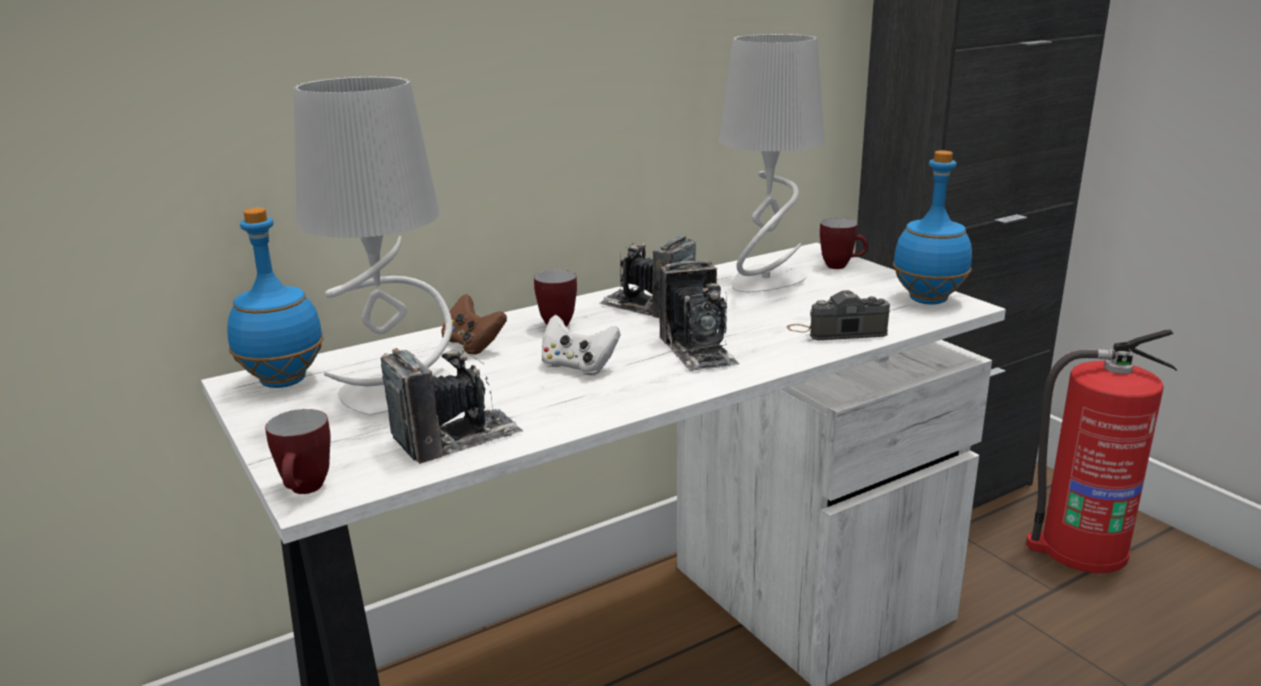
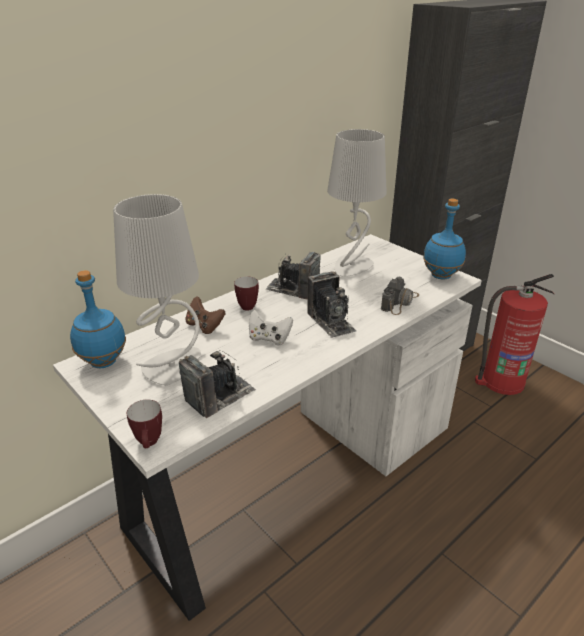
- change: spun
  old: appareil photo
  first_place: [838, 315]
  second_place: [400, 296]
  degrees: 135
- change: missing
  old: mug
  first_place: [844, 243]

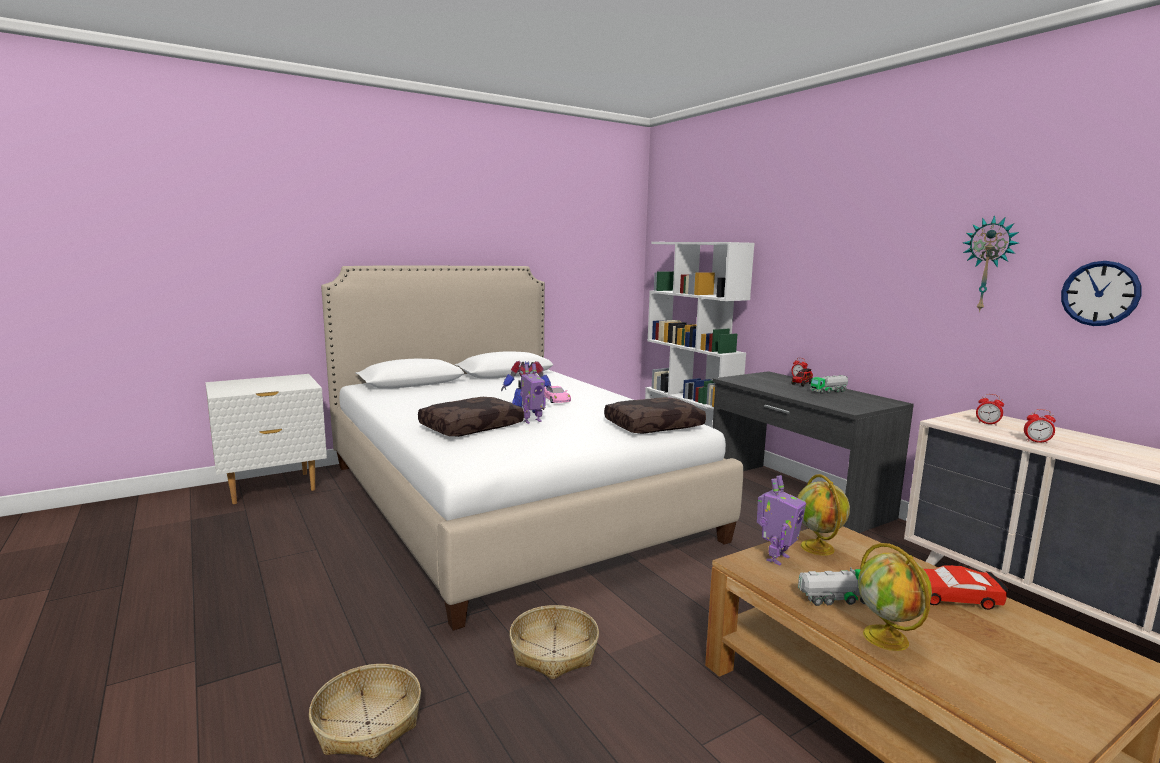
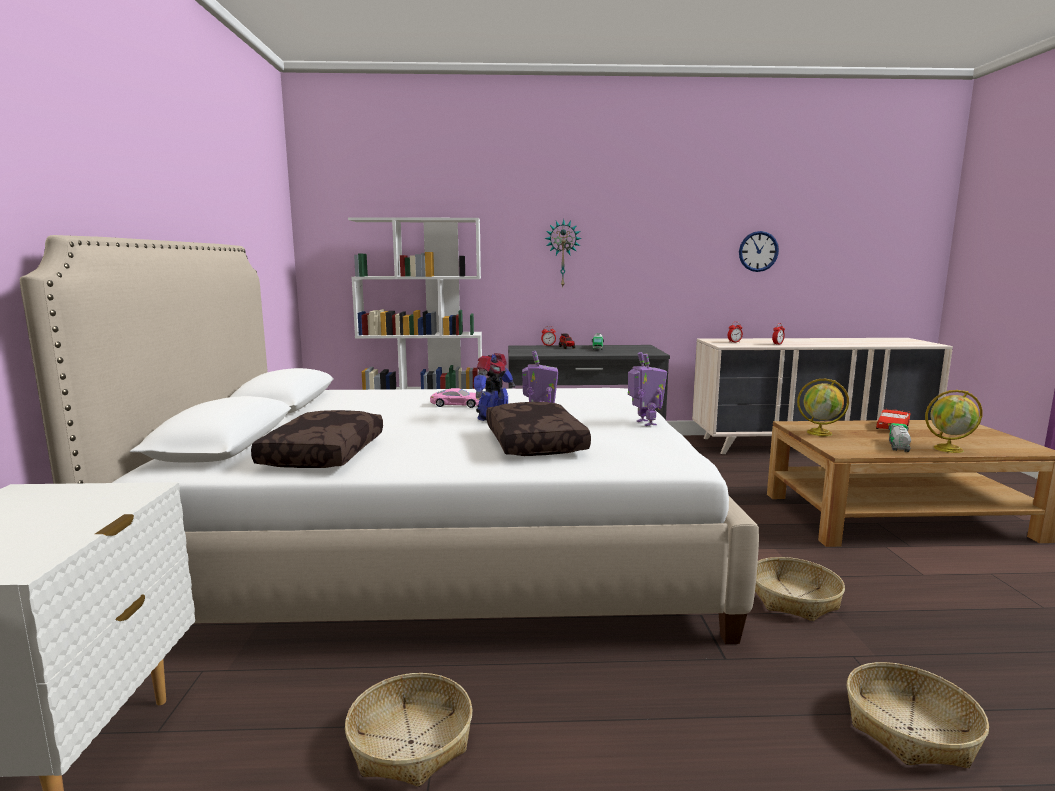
- change: relocated
  old: coussin/marron
  first_place: [655, 415]
  second_place: [317, 439]
- change: relocated
  old: robot jouet
  first_place: [781, 520]
  second_place: [647, 389]
- change: relocated
  old: horloge murale
  first_place: [991, 263]
  second_place: [563, 253]
- change: appeared
  new: panier
  second_place: [408, 730]

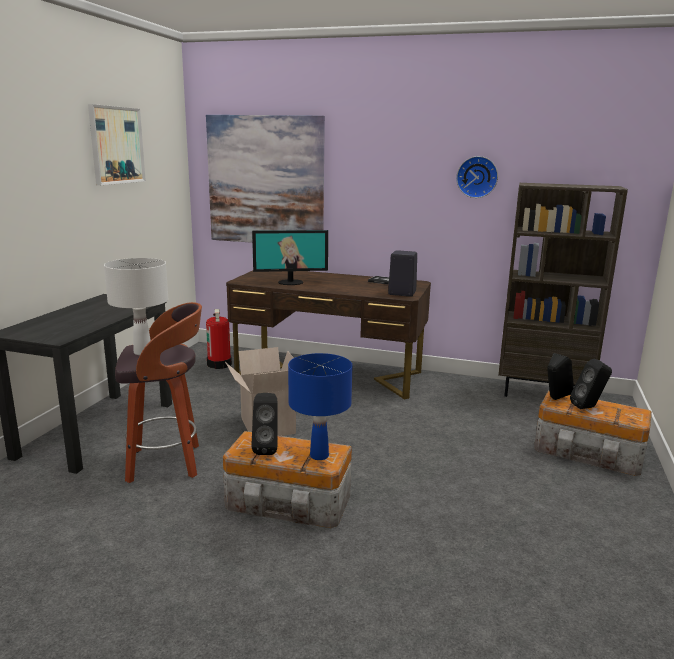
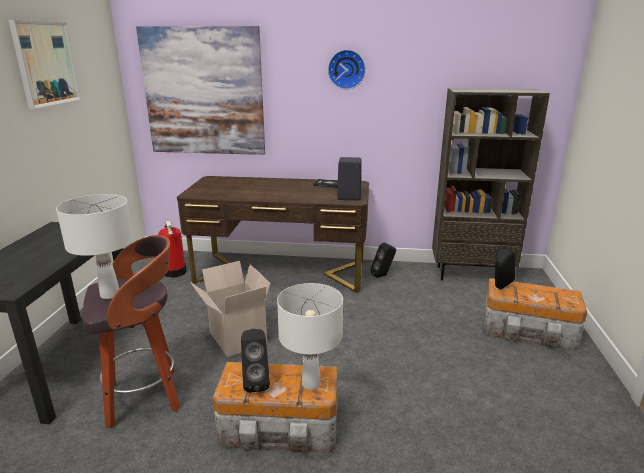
- change: missing
  old: écran d'ordinateur
  first_place: [290, 257]
- change: colour
  old: lampe de table/bleu
  new: lampe de table/blanc
  first_place: [320, 406]
  second_place: [310, 336]
- change: relocated
  old: horloge murale
  first_place: [477, 177]
  second_place: [347, 70]
- change: relocated
  old: enceinte/noir
  first_place: [591, 384]
  second_place: [383, 260]

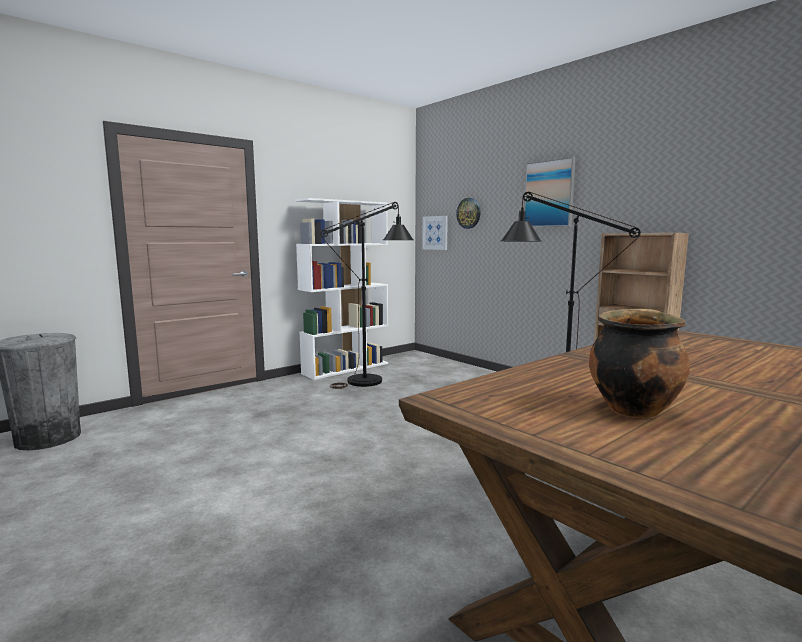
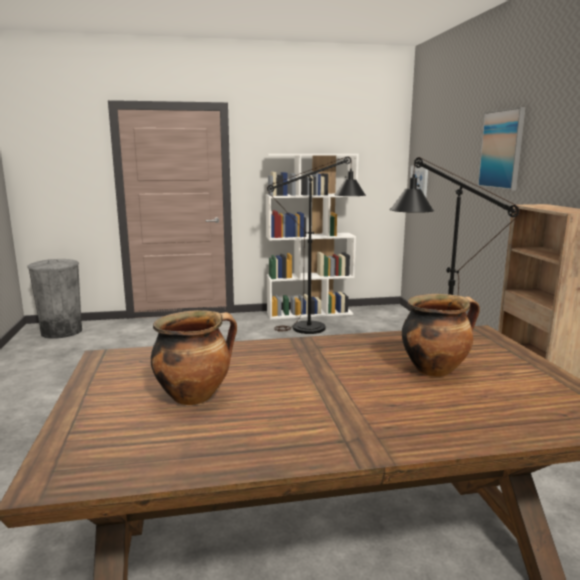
- change: missing
  old: horloge murale
  first_place: [468, 213]
- change: appeared
  new: marmite
  second_place: [441, 335]

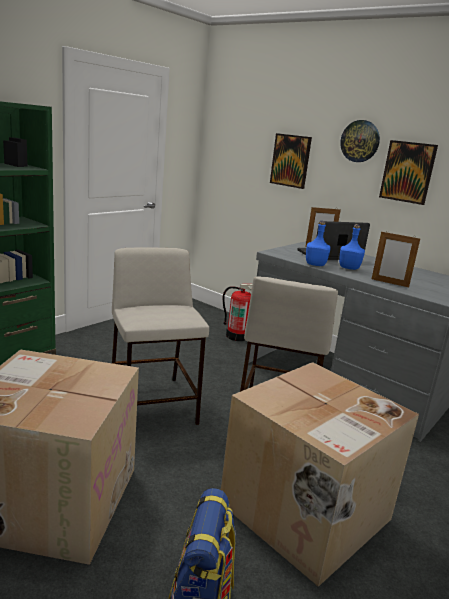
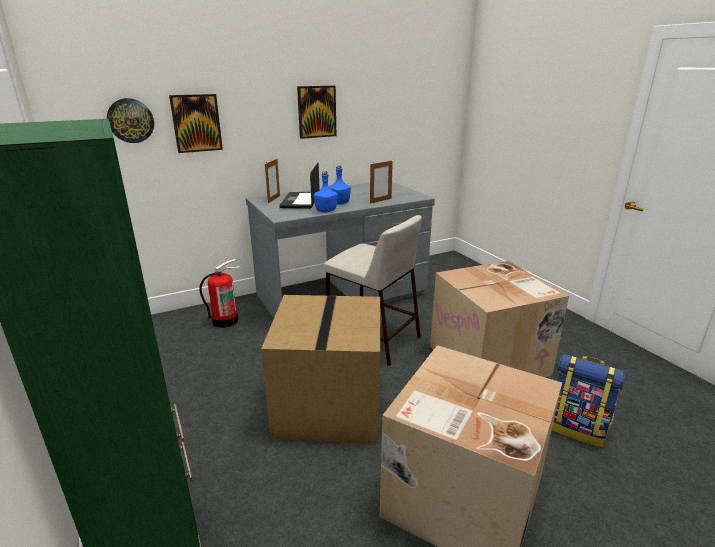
- change: exchanged
  old: tabouret/beige
  new: carton
  first_place: [160, 336]
  second_place: [320, 369]
- change: relocated
  old: horloge murale
  first_place: [360, 141]
  second_place: [130, 120]

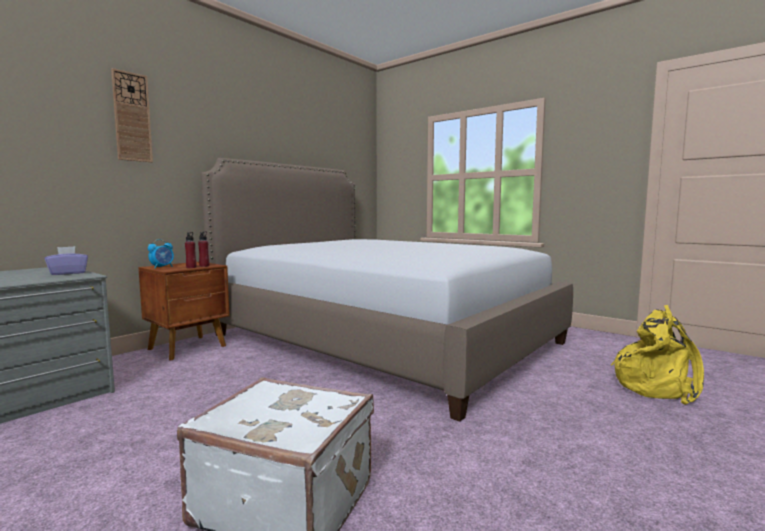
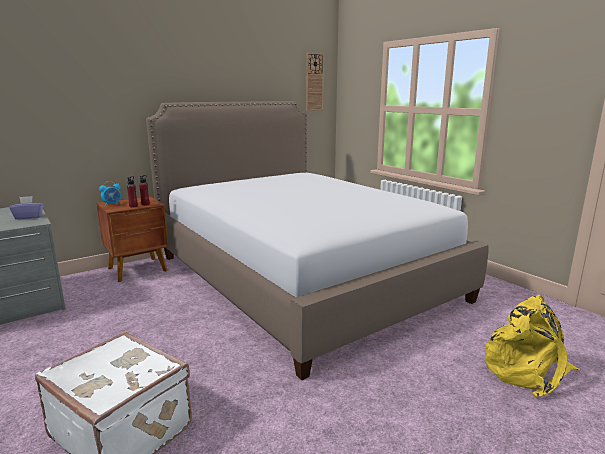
- change: relocated
  old: horloge murale
  first_place: [132, 115]
  second_place: [315, 81]

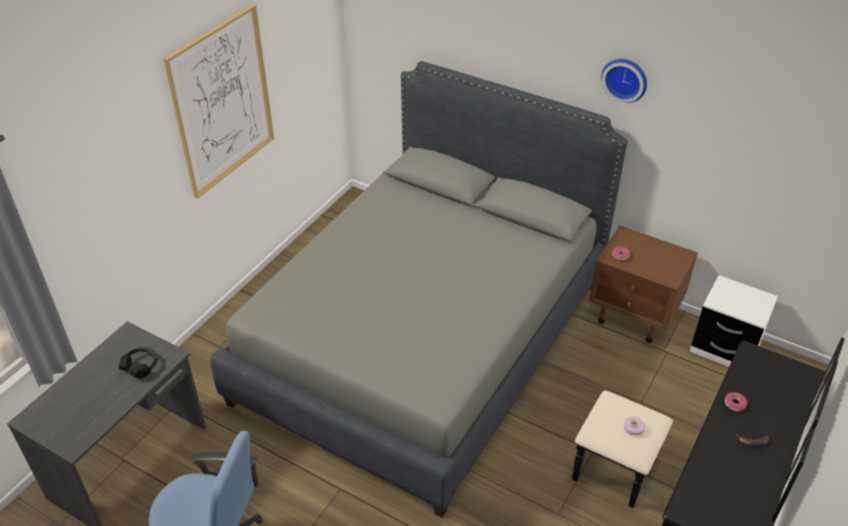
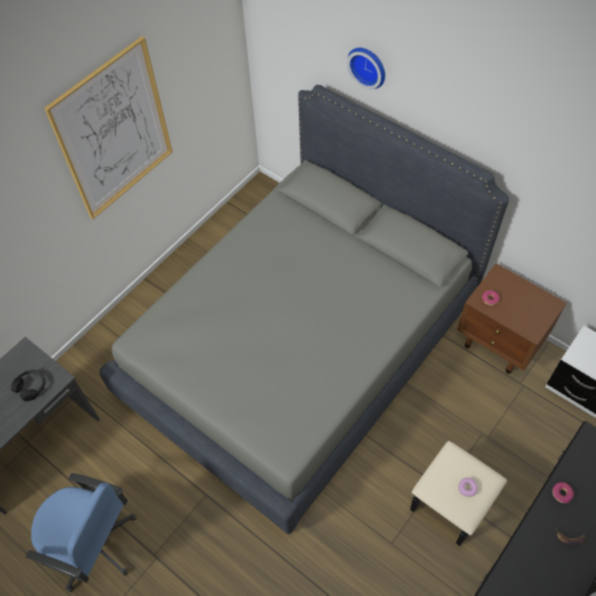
- change: relocated
  old: horloge murale
  first_place: [624, 81]
  second_place: [366, 68]

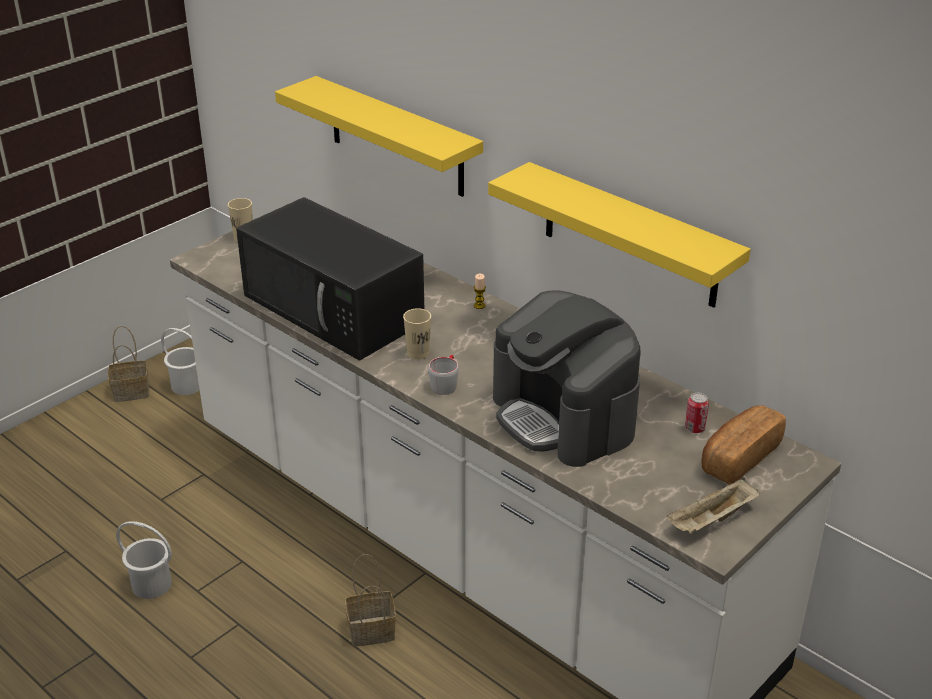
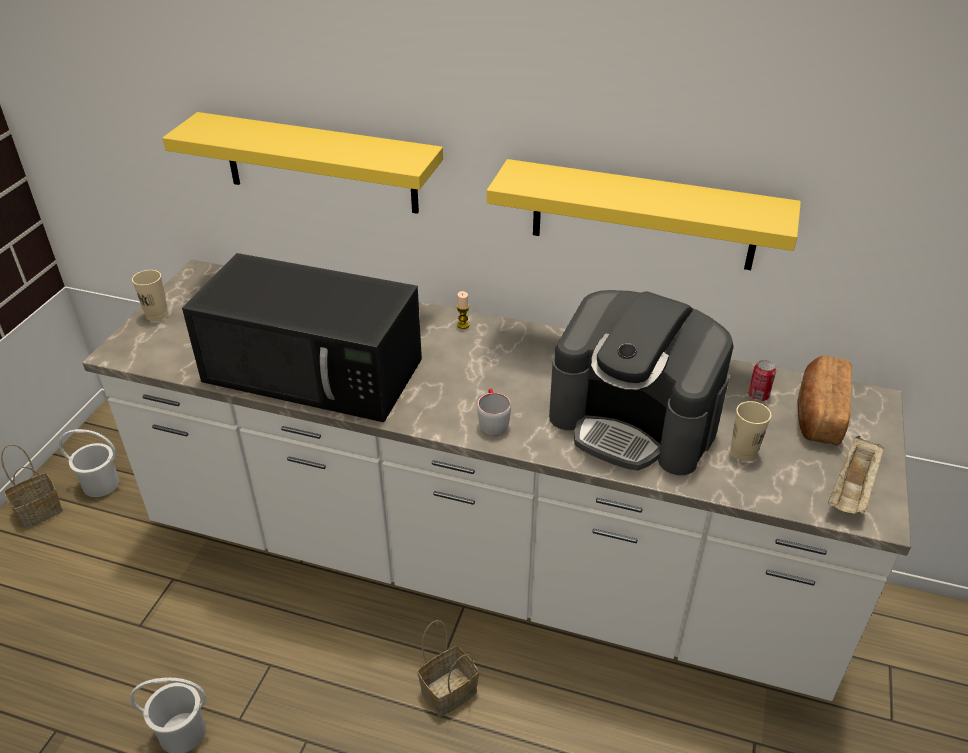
- change: relocated
  old: tasse/beige
  first_place: [417, 334]
  second_place: [750, 431]

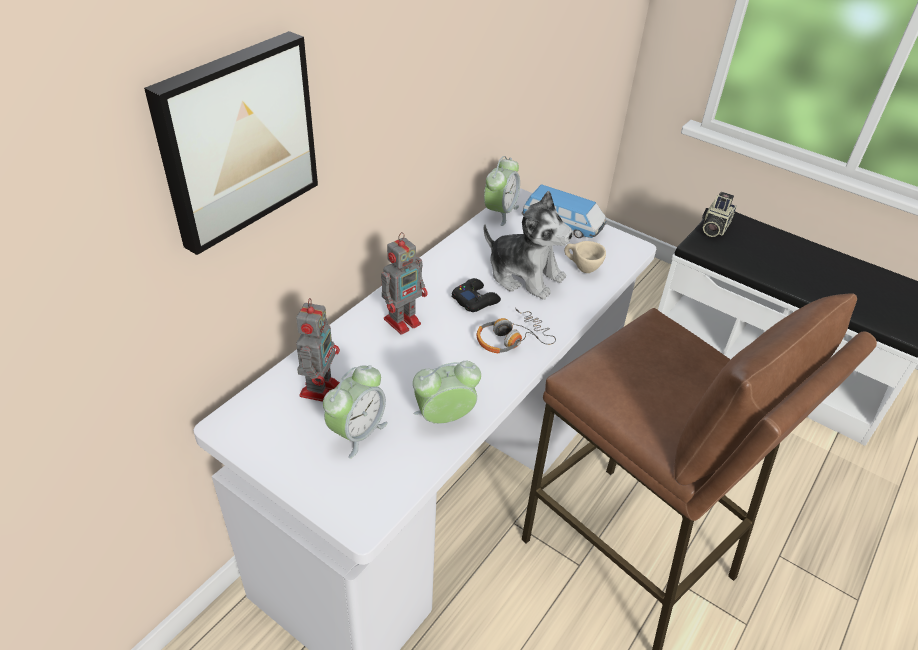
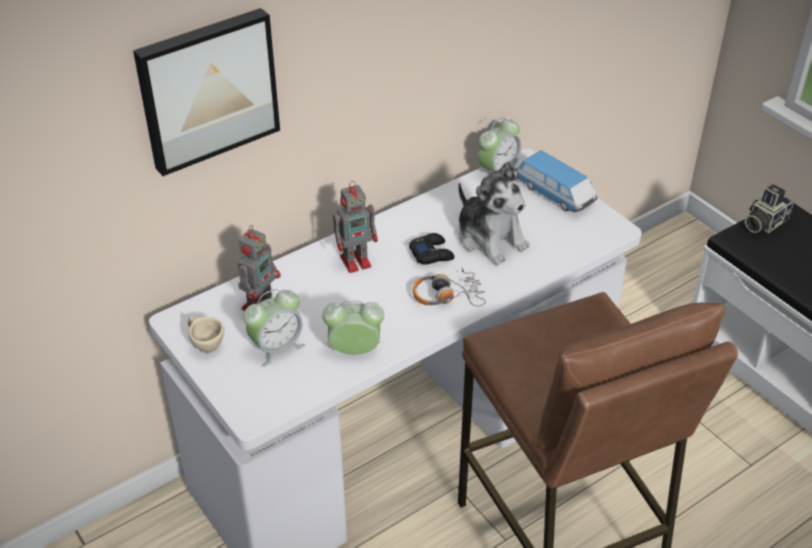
- change: relocated
  old: tasse/beige
  first_place: [585, 257]
  second_place: [206, 335]

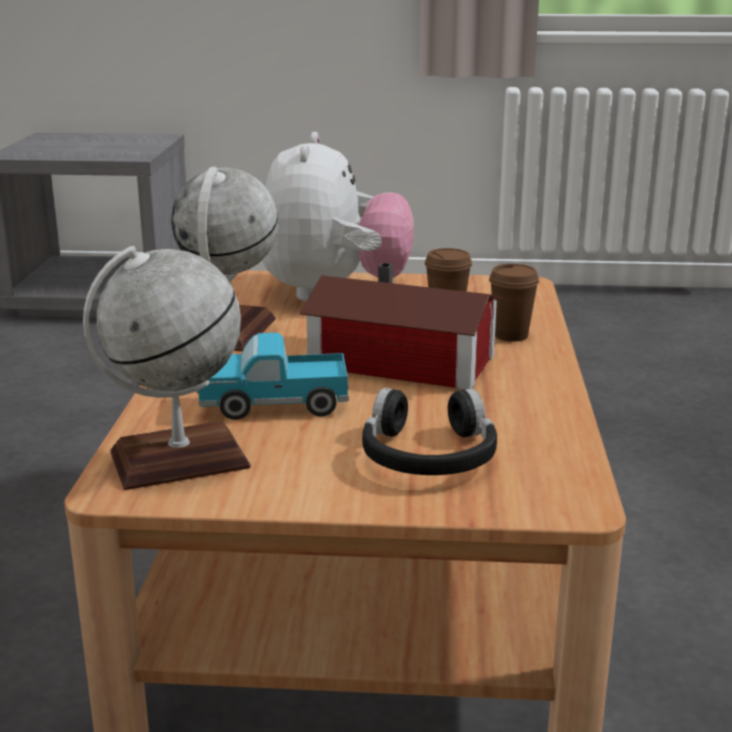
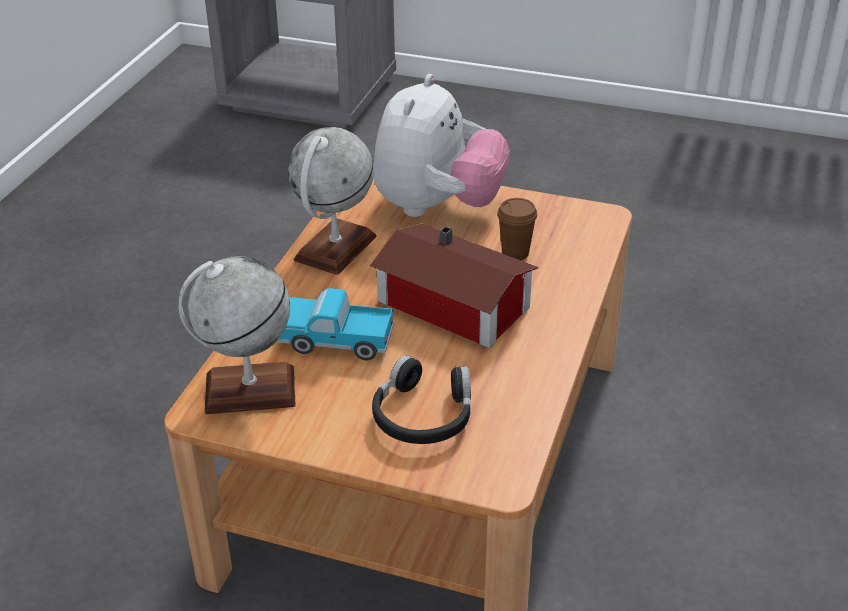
- change: missing
  old: tasse/marron
  first_place: [514, 303]

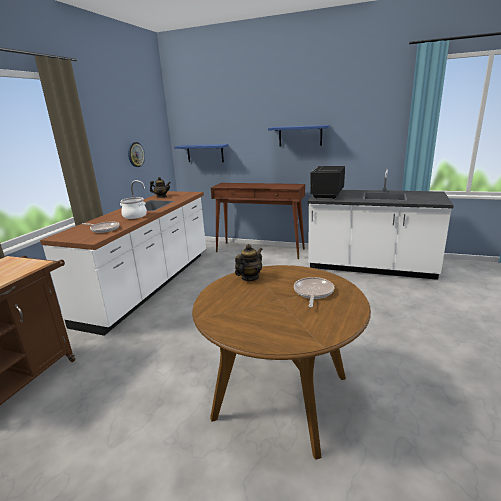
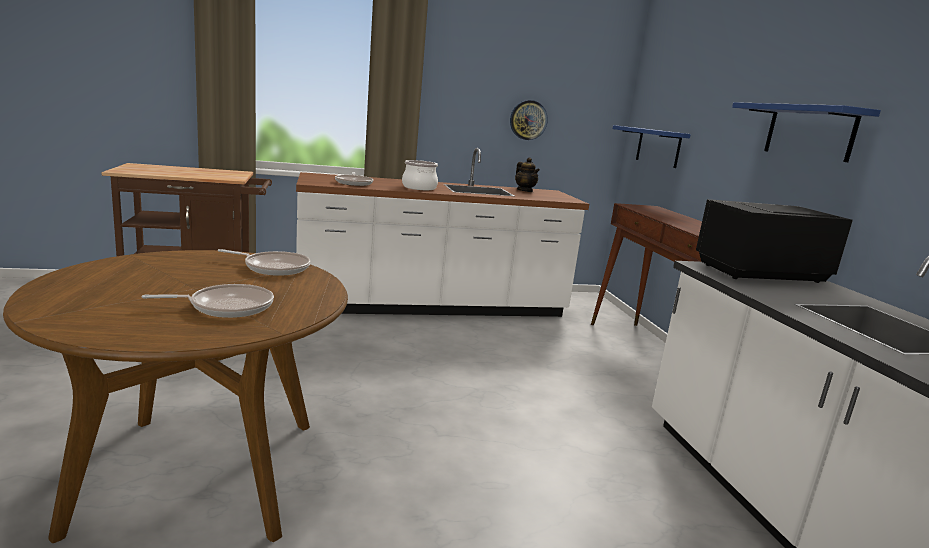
- change: exchanged
  old: théière
  new: poêle
  first_place: [249, 262]
  second_place: [264, 262]

